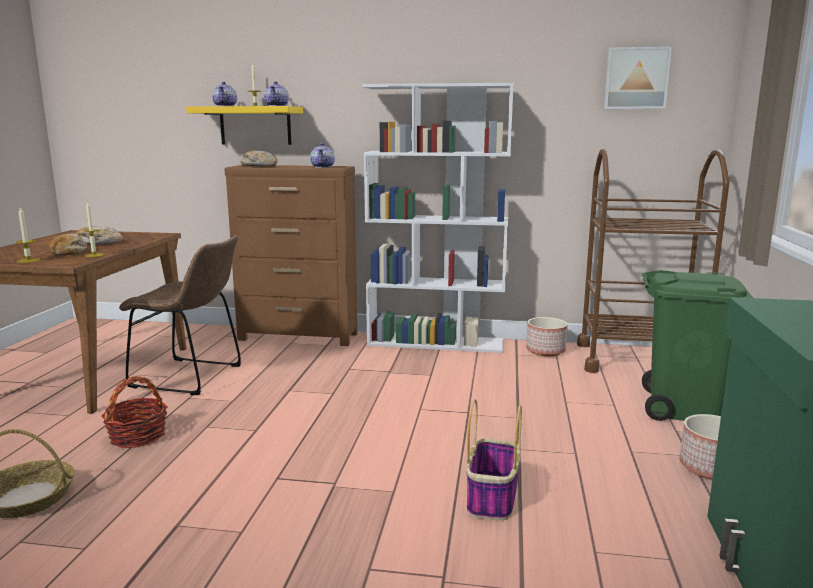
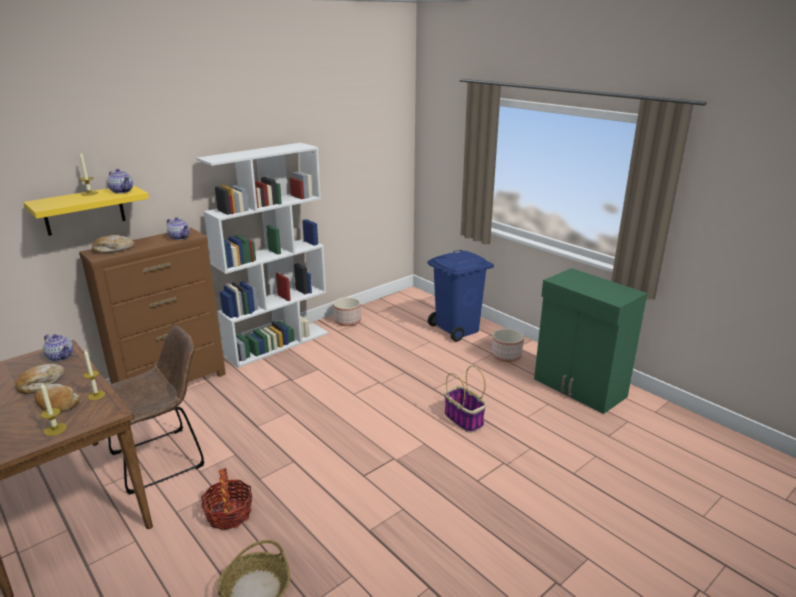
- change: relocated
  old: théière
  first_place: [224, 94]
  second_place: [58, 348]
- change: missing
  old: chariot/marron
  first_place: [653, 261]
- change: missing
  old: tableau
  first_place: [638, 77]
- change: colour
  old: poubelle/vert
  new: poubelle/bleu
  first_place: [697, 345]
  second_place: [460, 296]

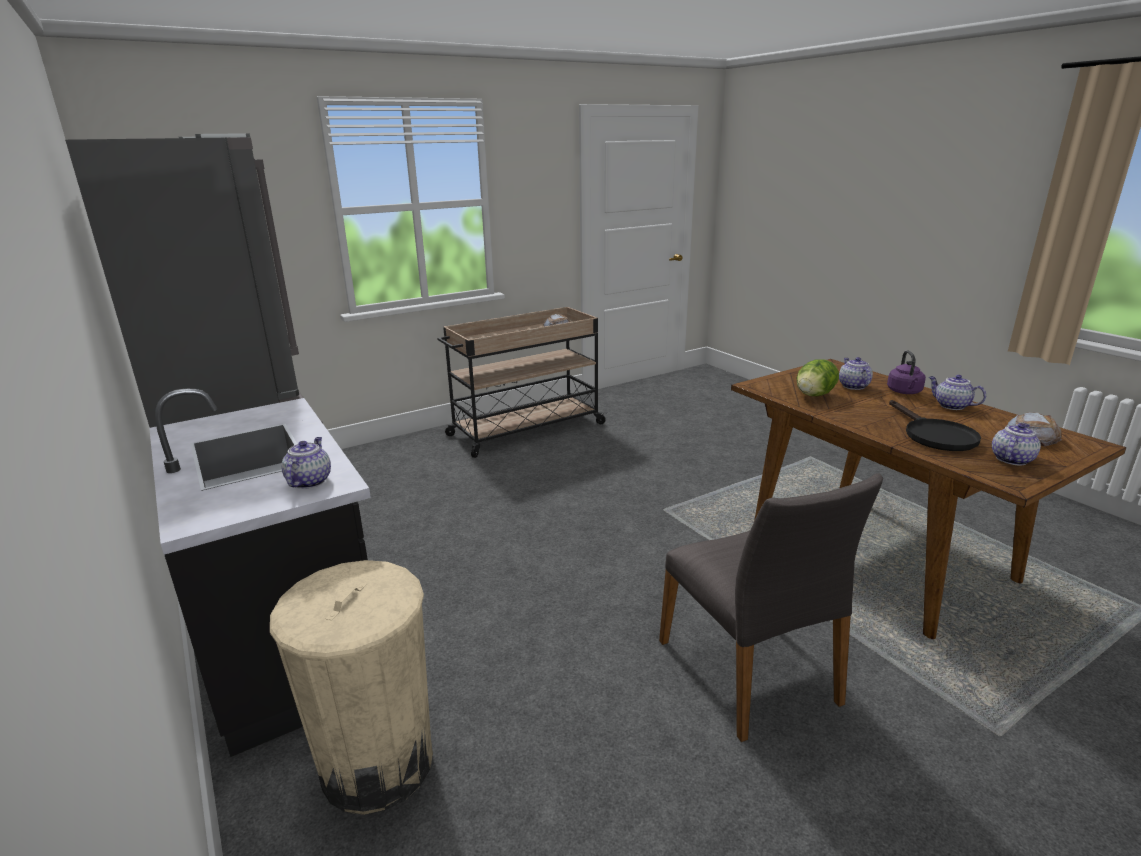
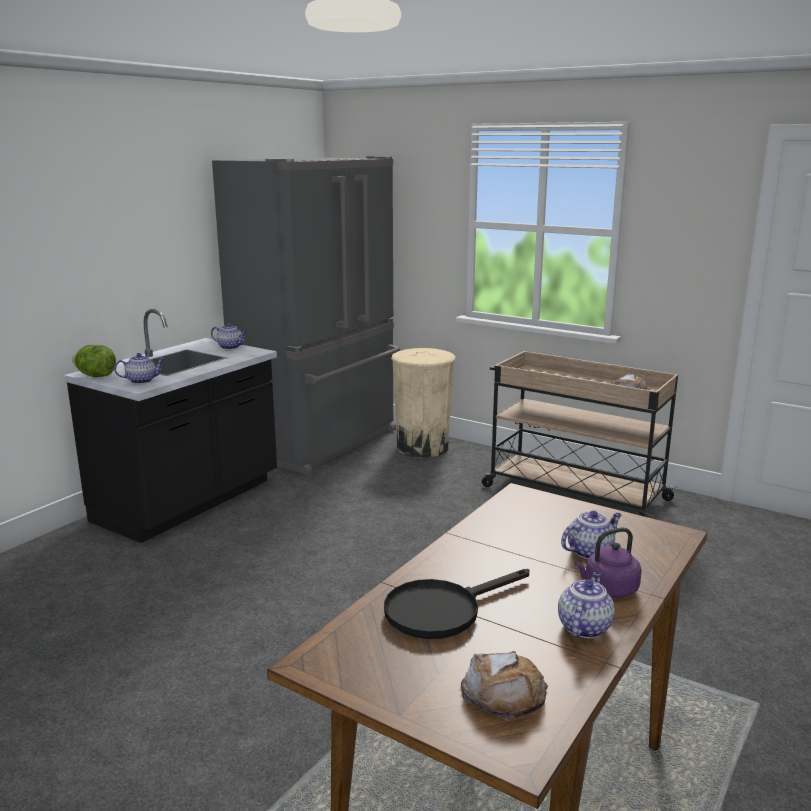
- change: relocated
  old: poubelle/beige
  first_place: [351, 687]
  second_place: [423, 403]
- change: missing
  old: chaise/gris
  first_place: [771, 608]
- change: relocated
  old: laitue
  first_place: [818, 377]
  second_place: [94, 361]
- change: relocated
  old: théière
  first_place: [1016, 444]
  second_place: [229, 336]

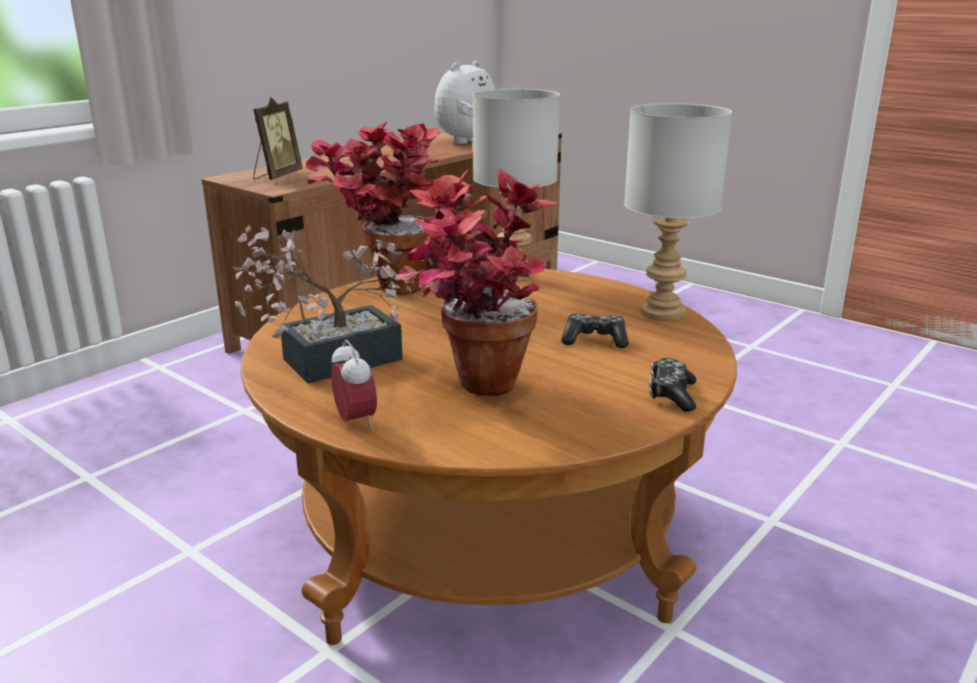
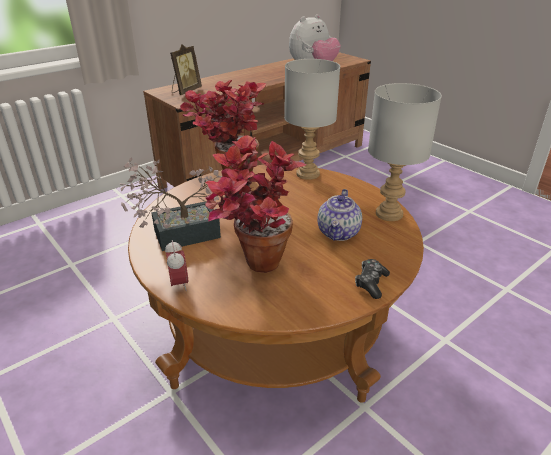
- change: exchanged
  old: manette
  new: théière
  first_place: [595, 330]
  second_place: [339, 215]

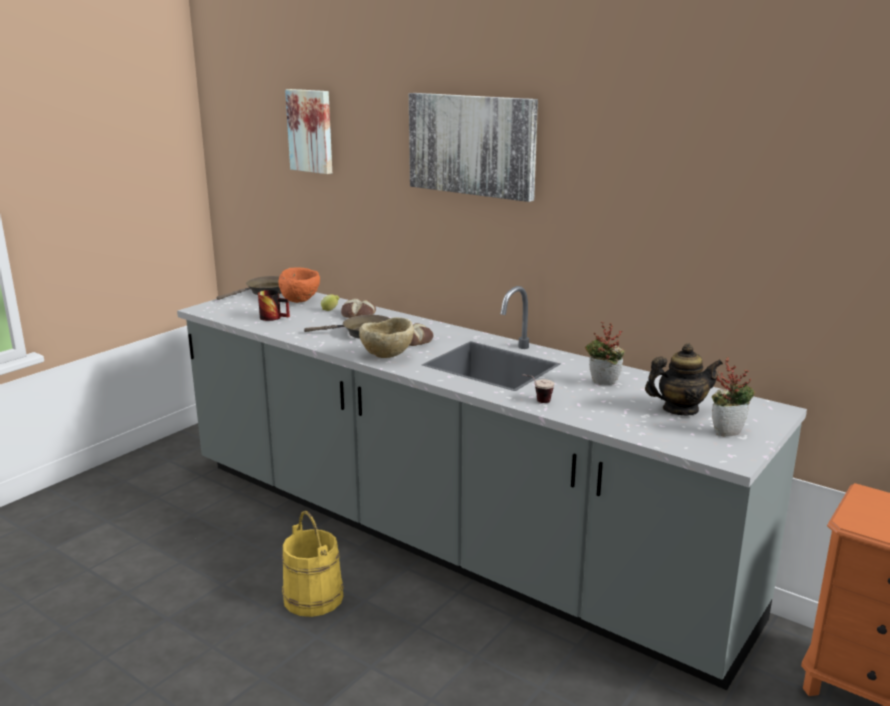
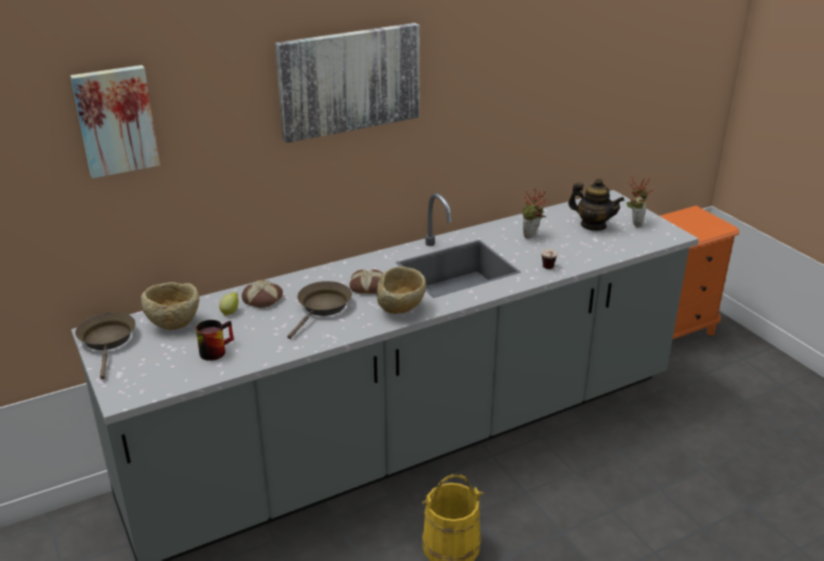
- change: colour
  old: bol/orange
  new: bol/beige
  first_place: [299, 285]
  second_place: [170, 306]
- change: spun
  old: théière
  first_place: [684, 379]
  second_place: [596, 204]
  degrees: 105

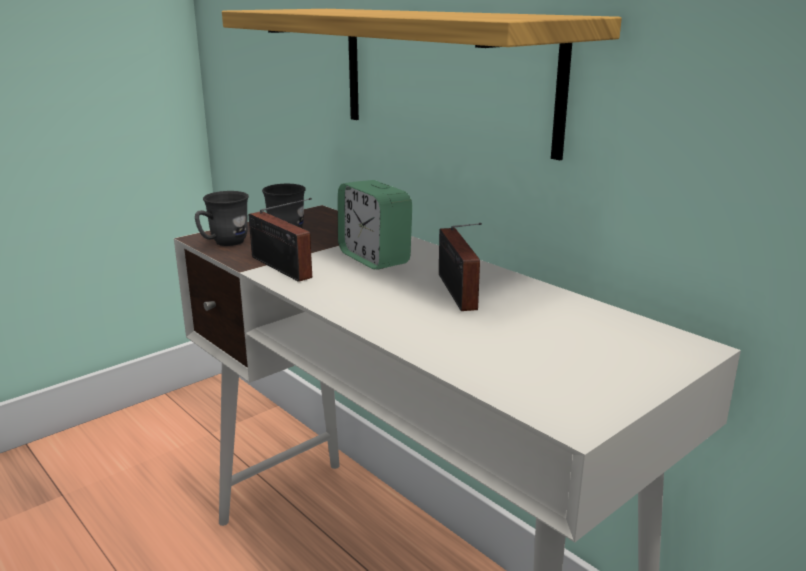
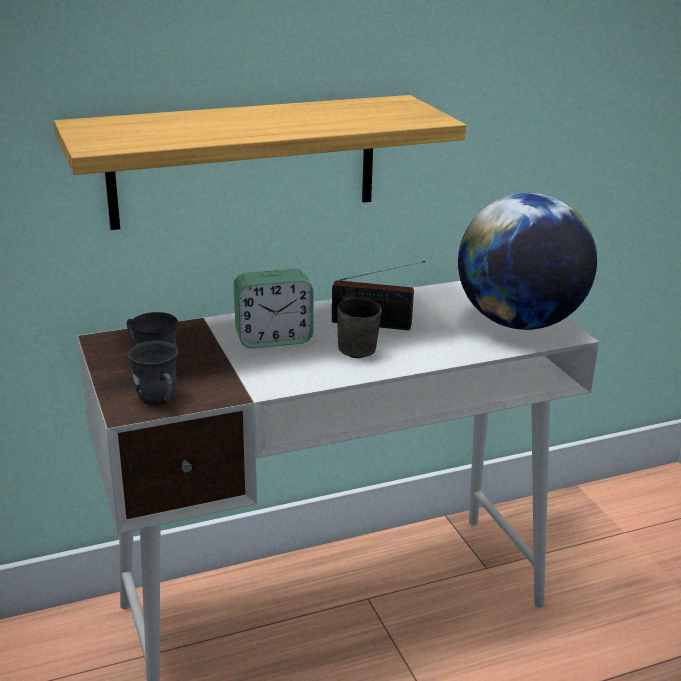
- change: missing
  old: radio
  first_place: [280, 240]
- change: appeared
  new: mug/gris
  second_place: [359, 322]
- change: appeared
  new: globe
  second_place: [527, 261]

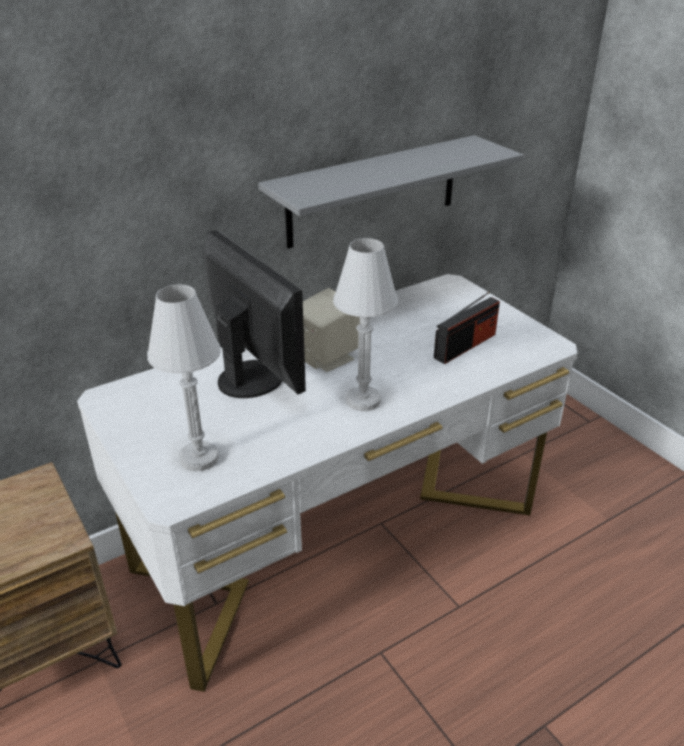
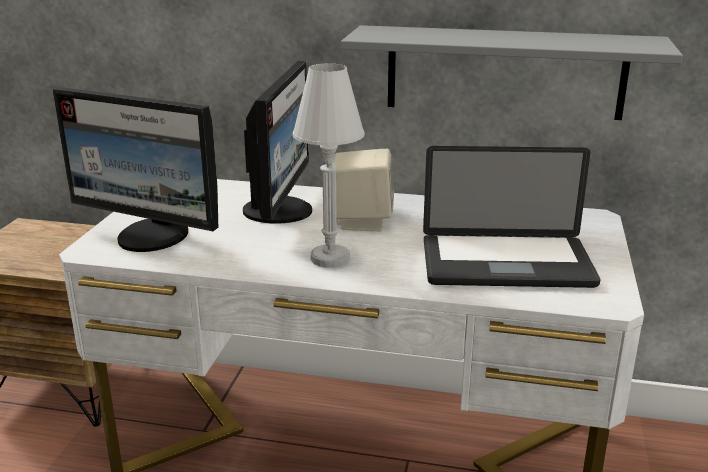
- change: exchanged
  old: lampe de table/blanc
  new: écran d'ordinateur
  first_place: [184, 377]
  second_place: [135, 169]
- change: exchanged
  old: radio
  new: ordinateur portable
  first_place: [467, 328]
  second_place: [512, 217]

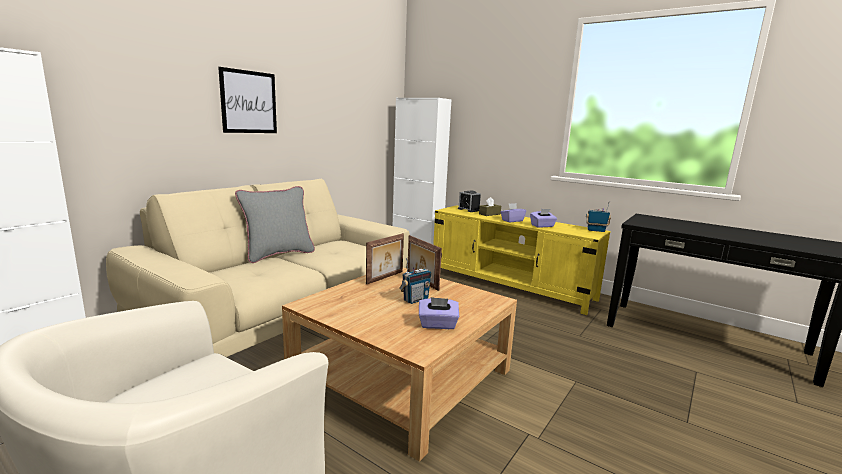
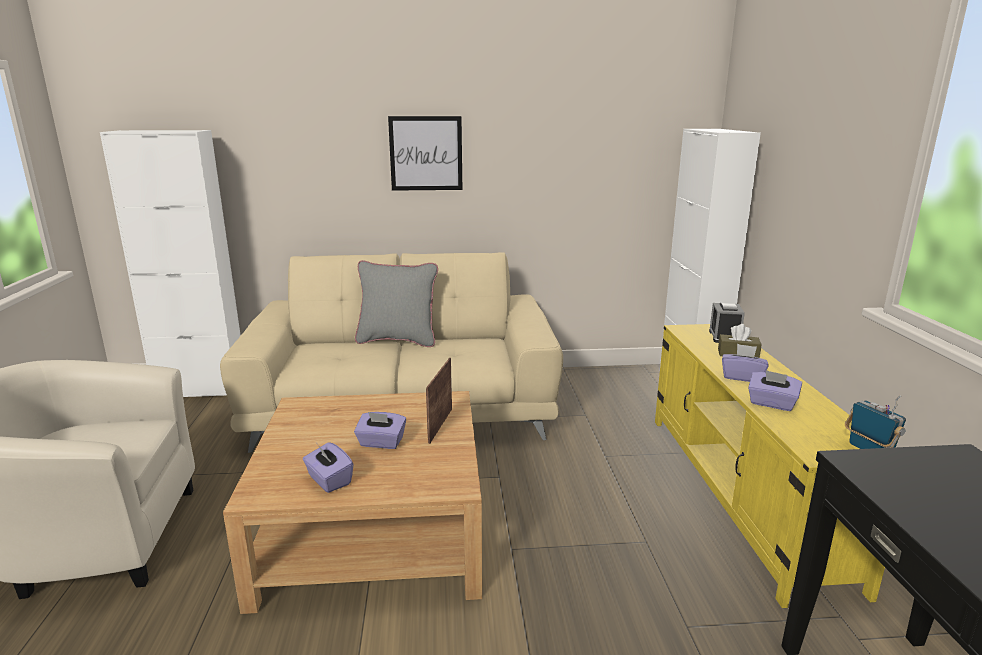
- change: missing
  old: cadre photo
  first_place: [385, 259]
- change: exchanged
  old: radio
  new: boîte à mouchoirs/violet
  first_place: [415, 281]
  second_place: [380, 430]

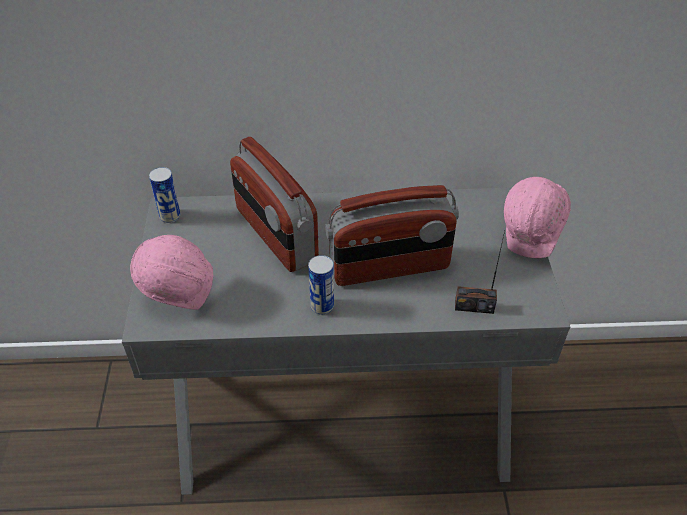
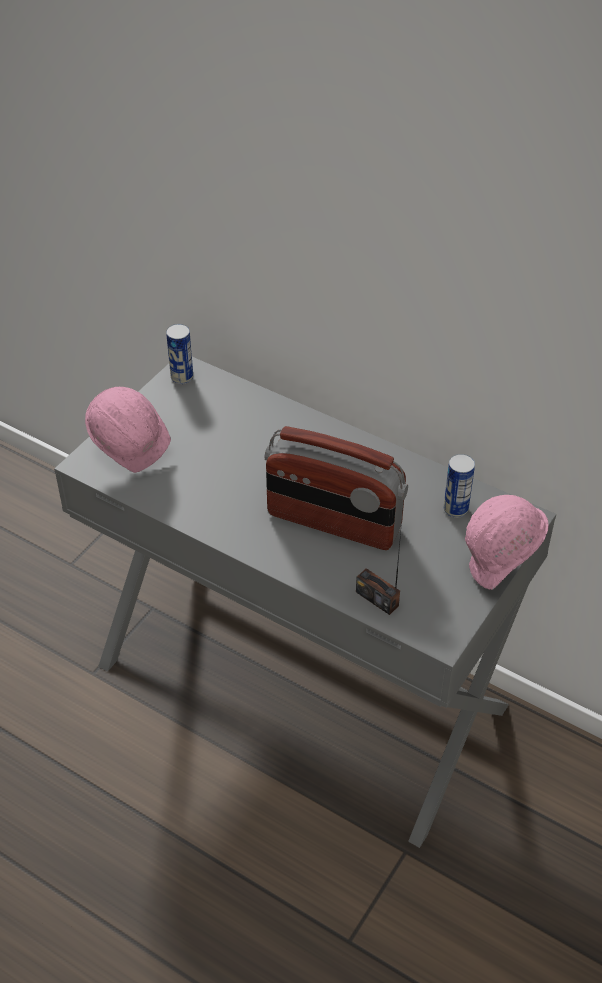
- change: missing
  old: radio
  first_place: [274, 204]
- change: relocated
  old: boîte métallique
  first_place: [321, 285]
  second_place: [459, 486]

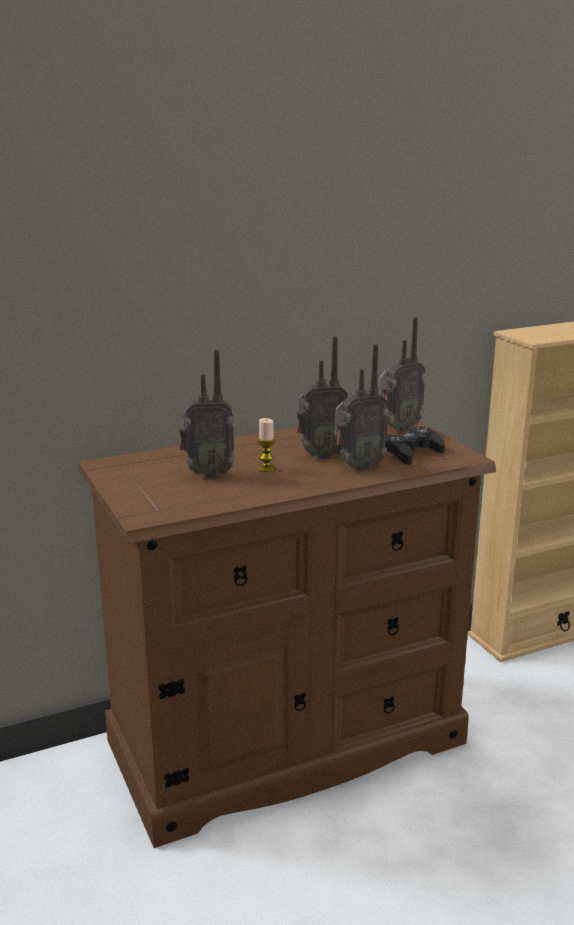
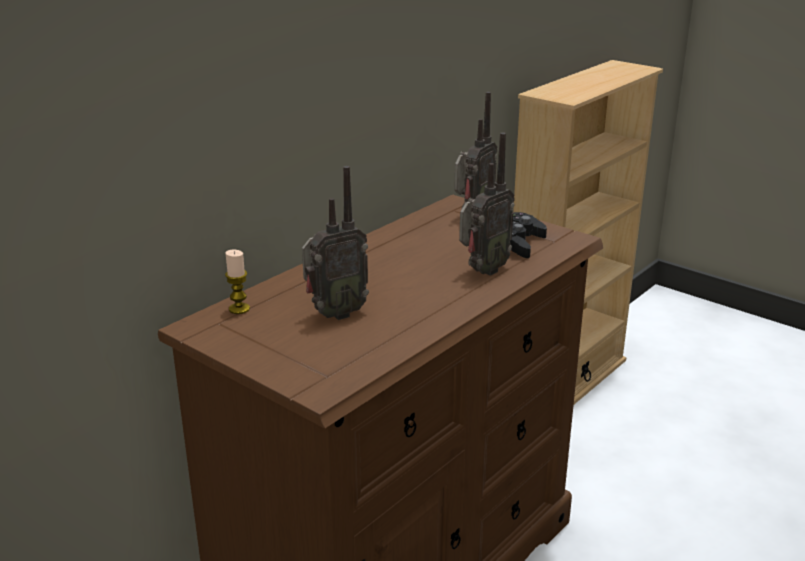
- change: relocated
  old: bougie
  first_place: [266, 445]
  second_place: [237, 282]
- change: missing
  old: radio
  first_place: [322, 397]

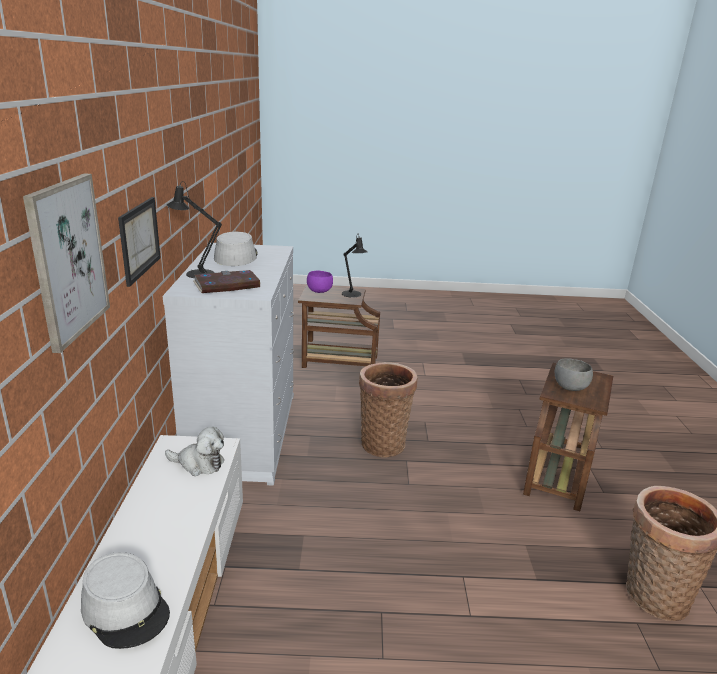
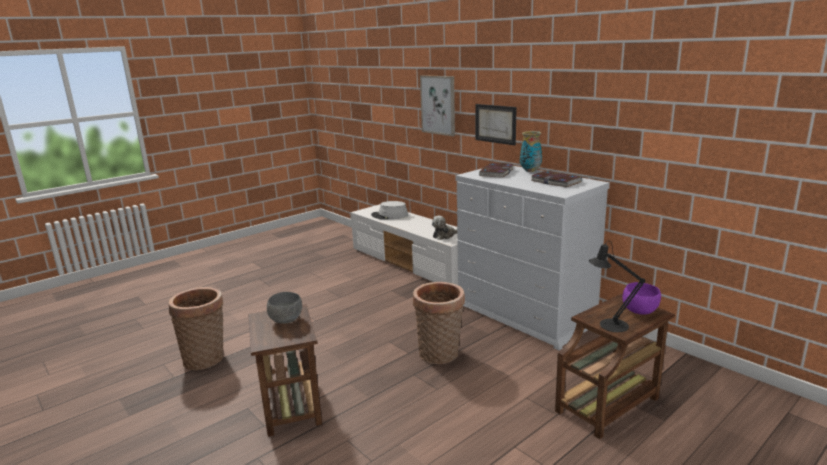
- change: exchanged
  old: lampe de table/noir
  new: vase
  first_place: [194, 229]
  second_place: [531, 151]
- change: exchanged
  old: chapeau/gris
  new: livre
  first_place: [236, 249]
  second_place: [556, 179]

